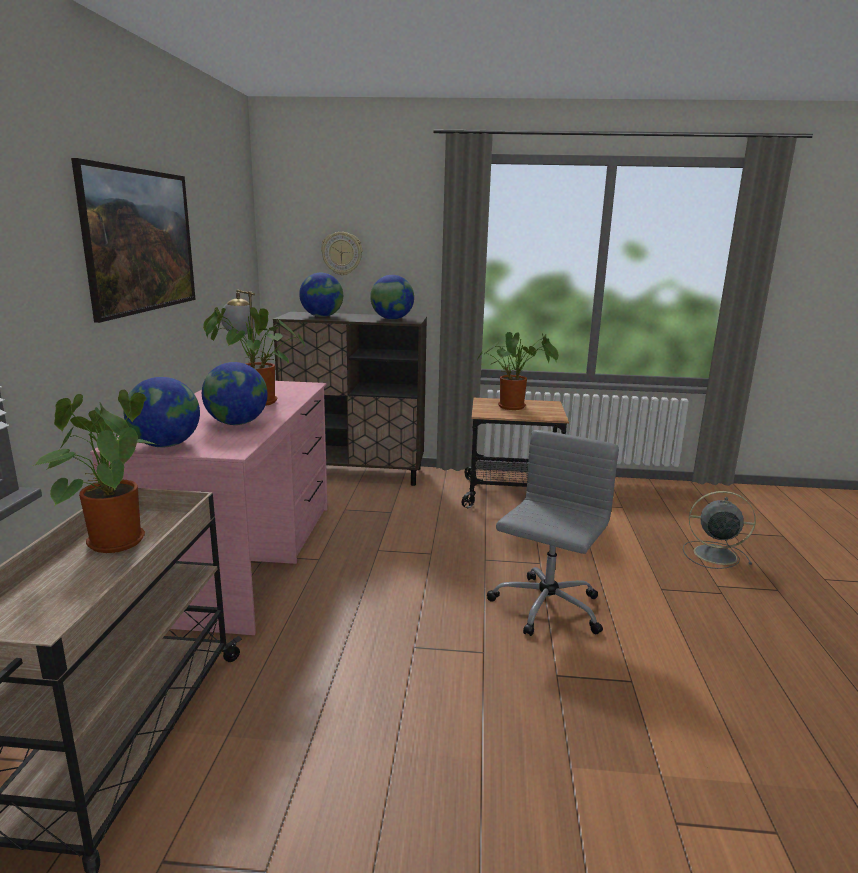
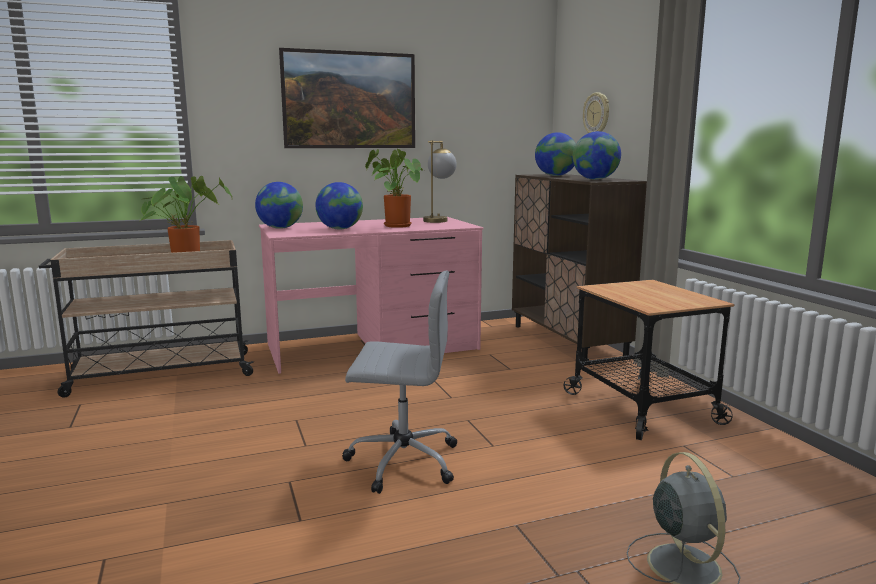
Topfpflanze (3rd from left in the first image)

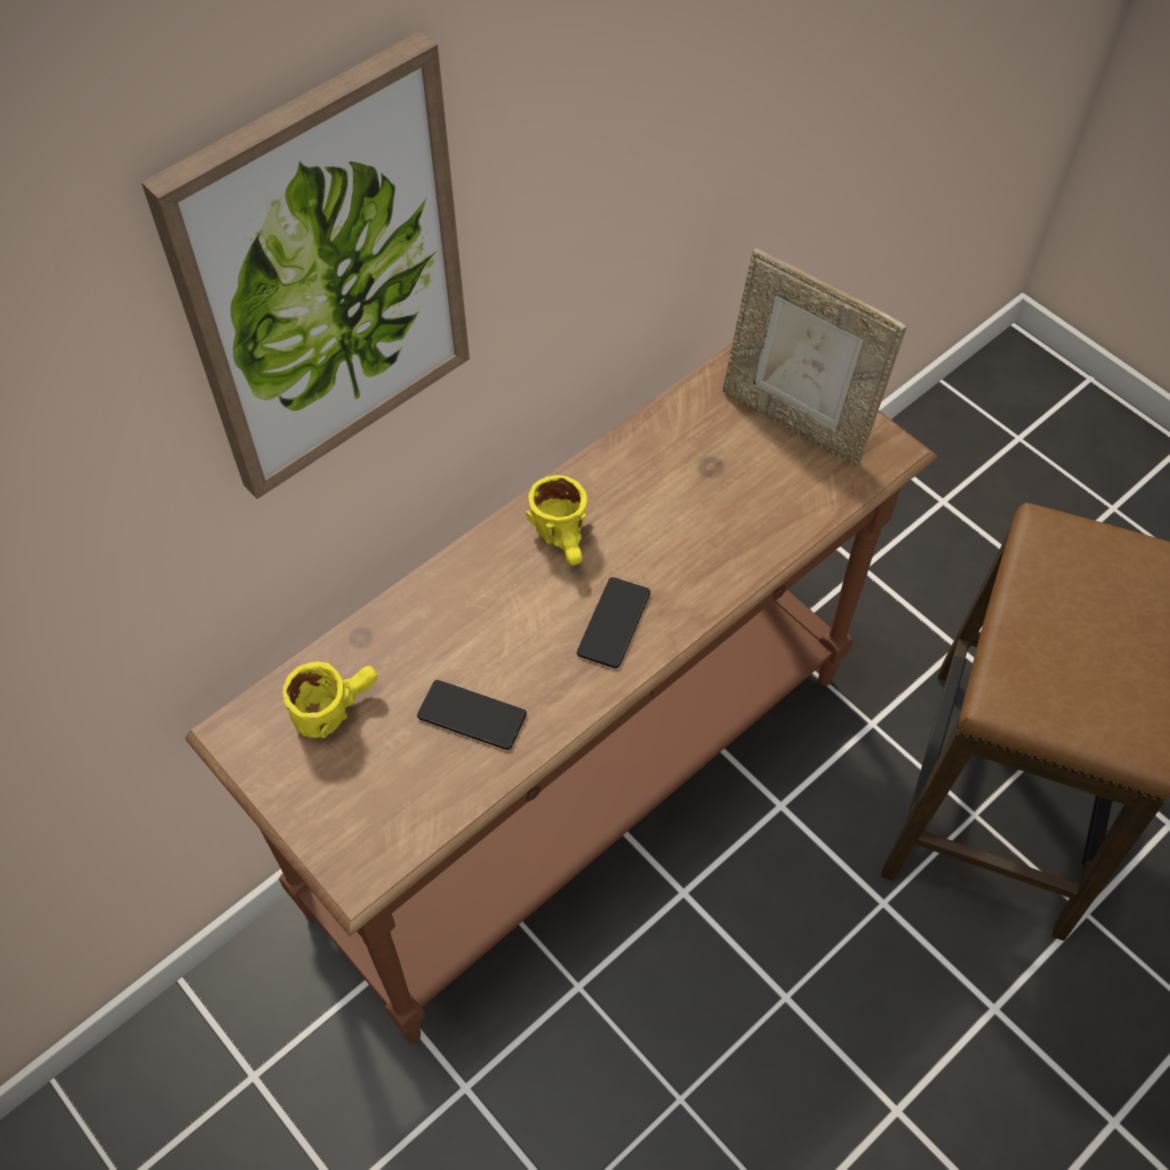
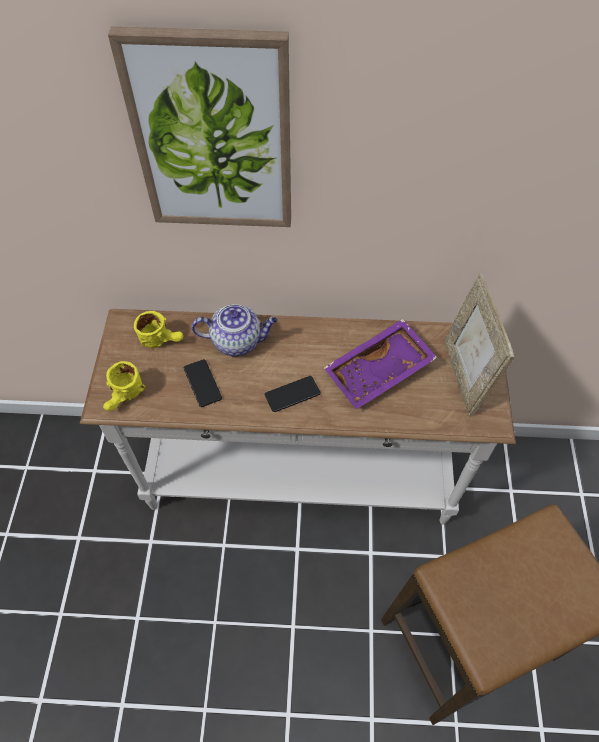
Konsolentisch [weiß]
Henkelbecher [gelb] (1st from left)
Teekanne
Tablett [lila]

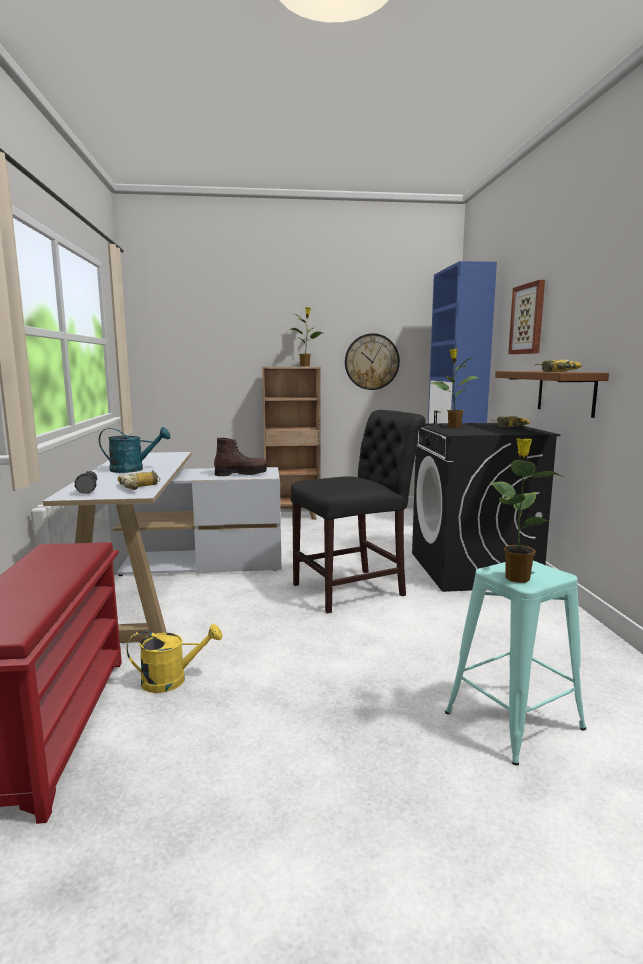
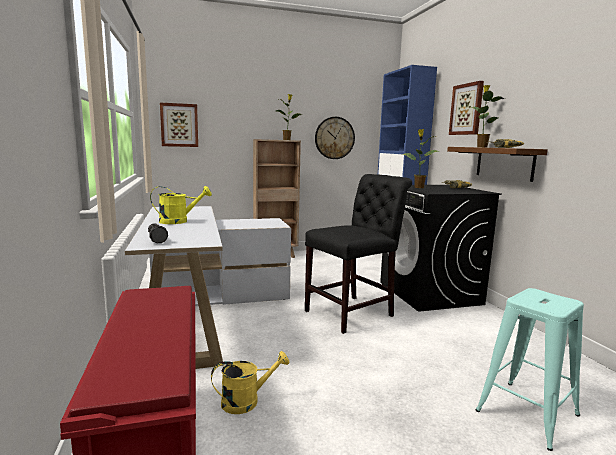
Gießkanne [gelb] (1st from left)
Stiefel [braun]
Topfpflanze (3rd from left)
Bohrmaschine (1st from left in the first image)
Bild (1st from left)

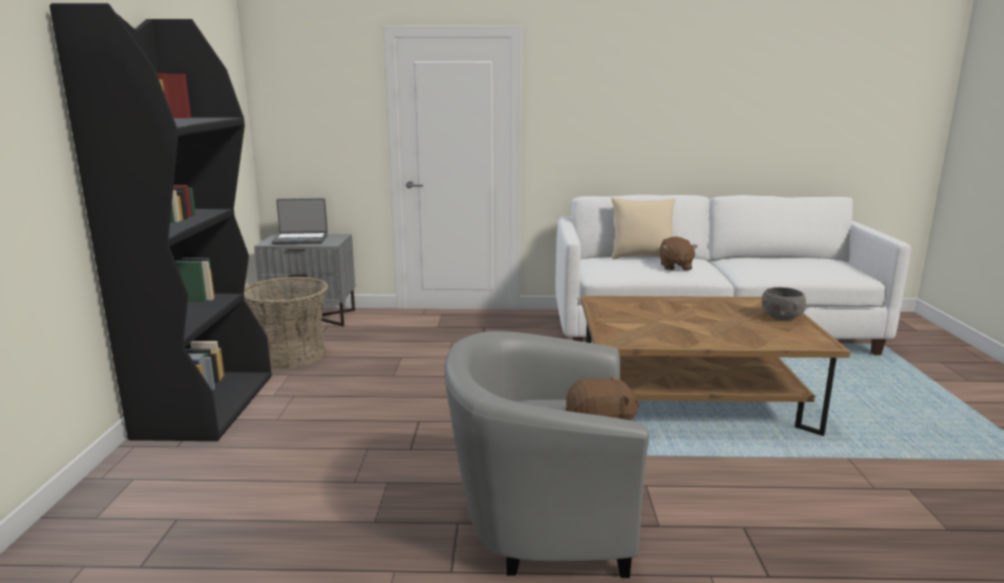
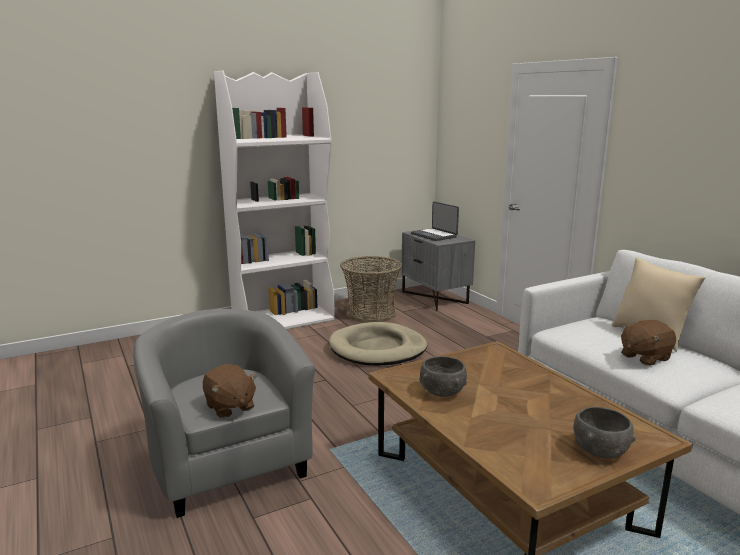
Bücherregal [weiß]
Hundebett [beige]
Schüssel [grau] (1st from left)

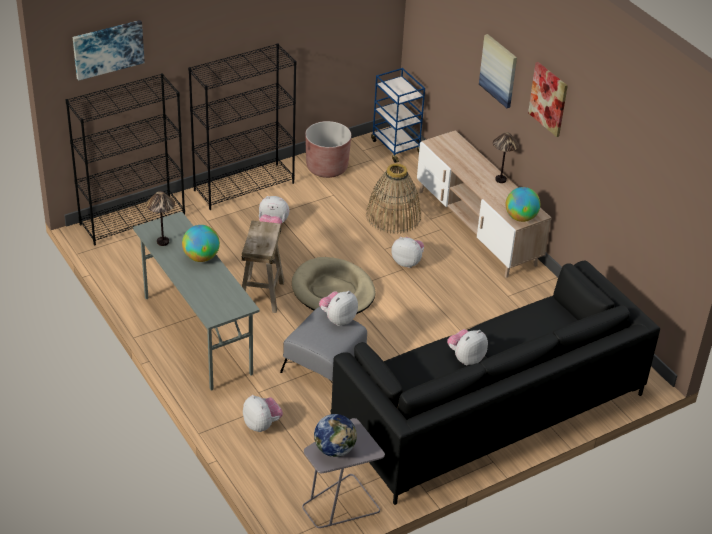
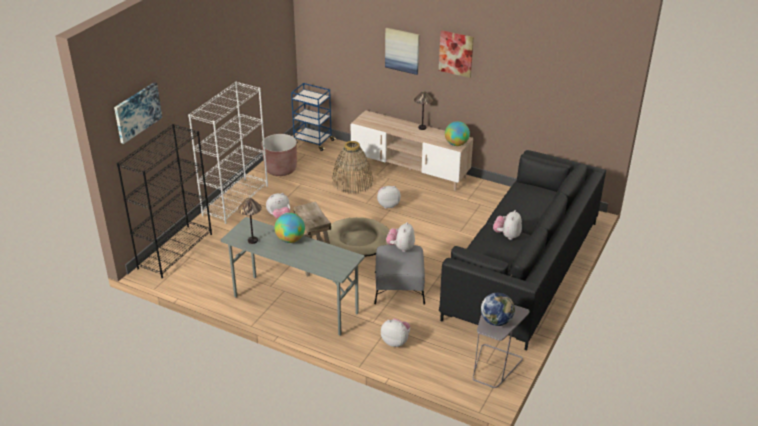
Bücherregal [weiß]

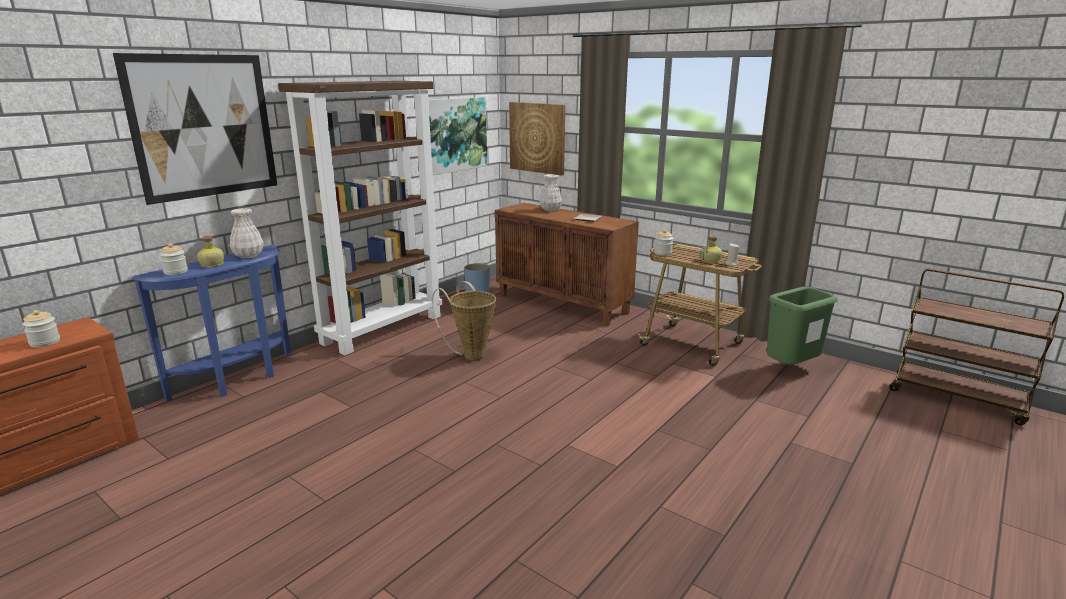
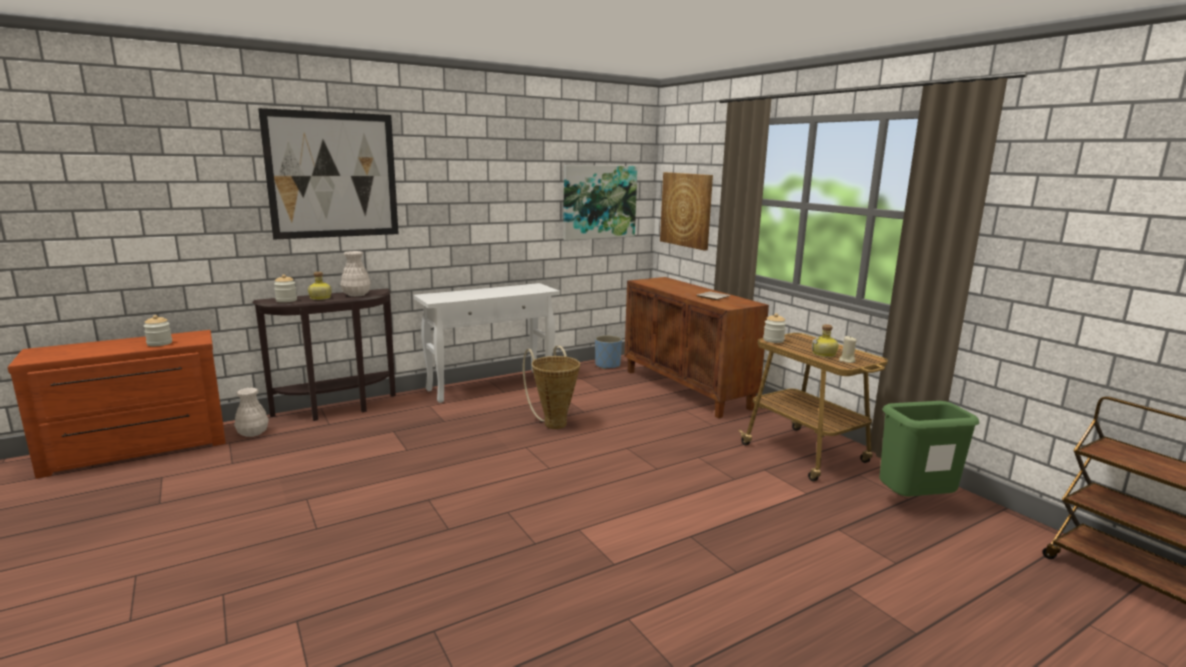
Konsolentisch [weiß]
Vase [weiß] (1st from left)
Konsolentisch [braun]

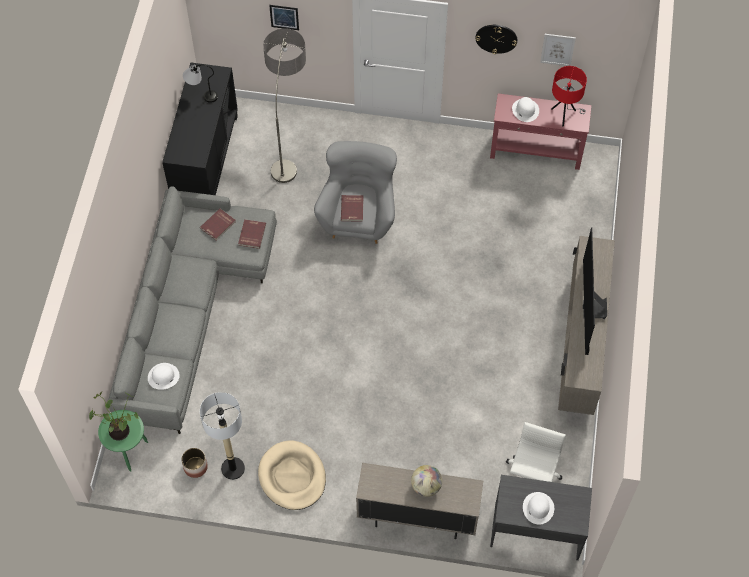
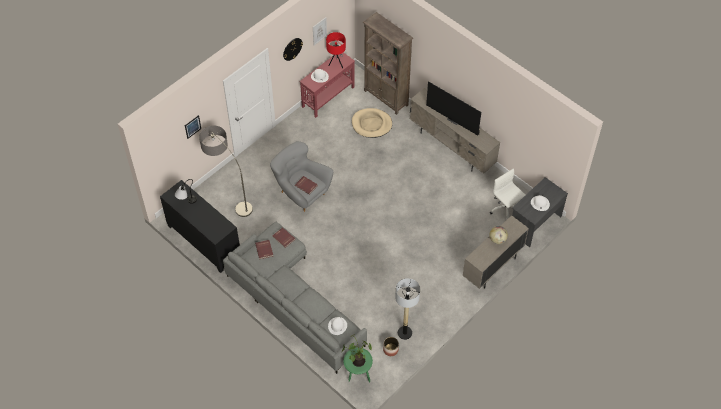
Hundebett [beige]
Bücherregal [braun]

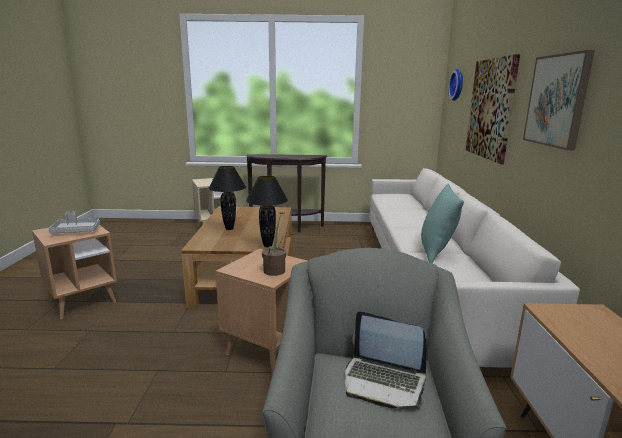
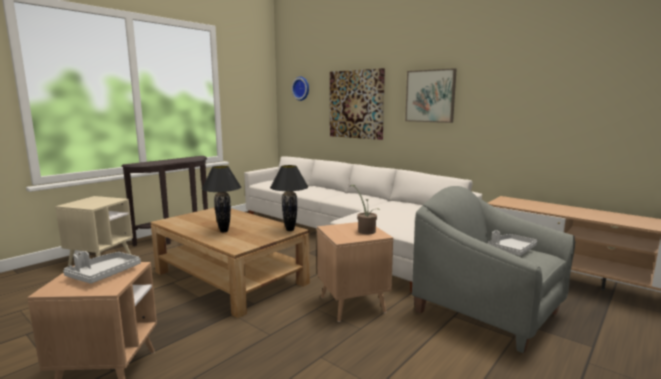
Kissen [türkis]
Tablett [grau] (2nd from left)

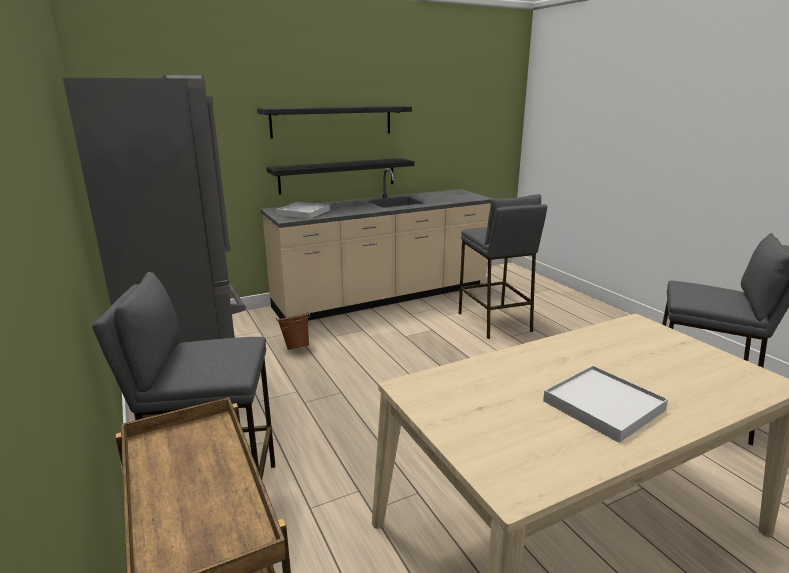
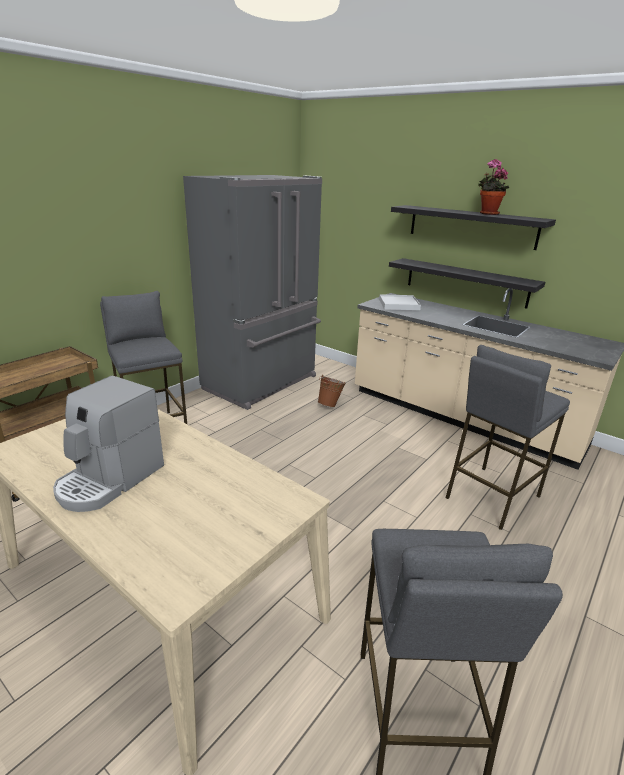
Kaffeemaschine
Topfpflanze

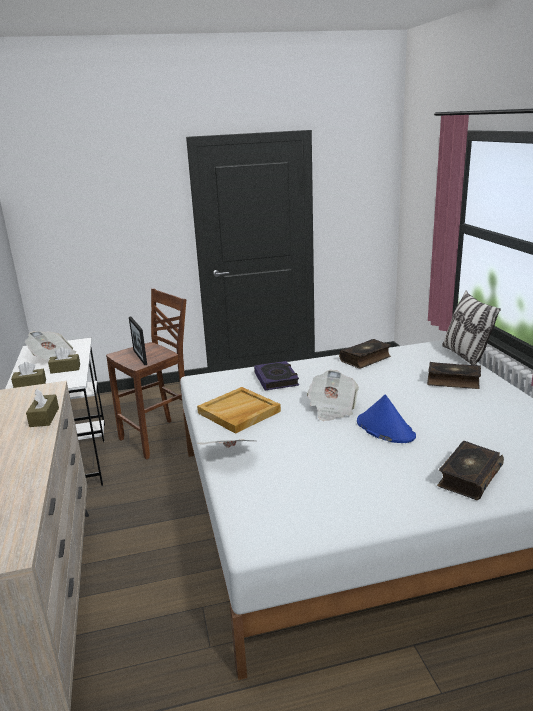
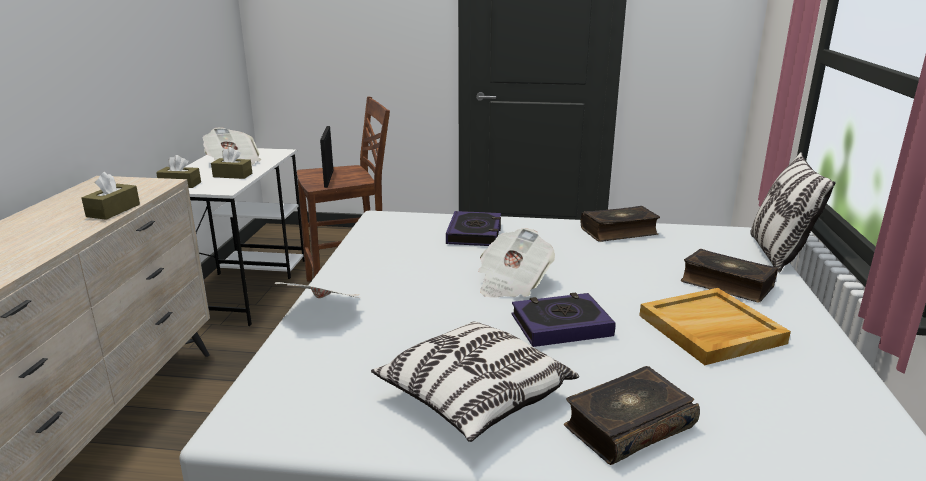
Tablett [beige]
Buch (2nd from left)
Kissen (1st from left)

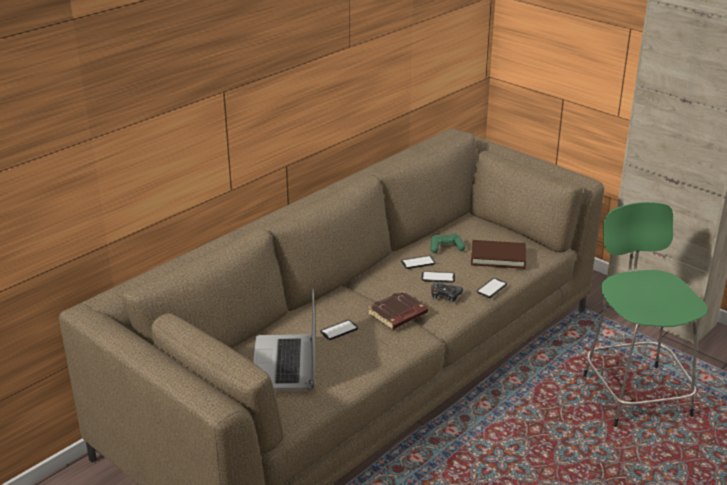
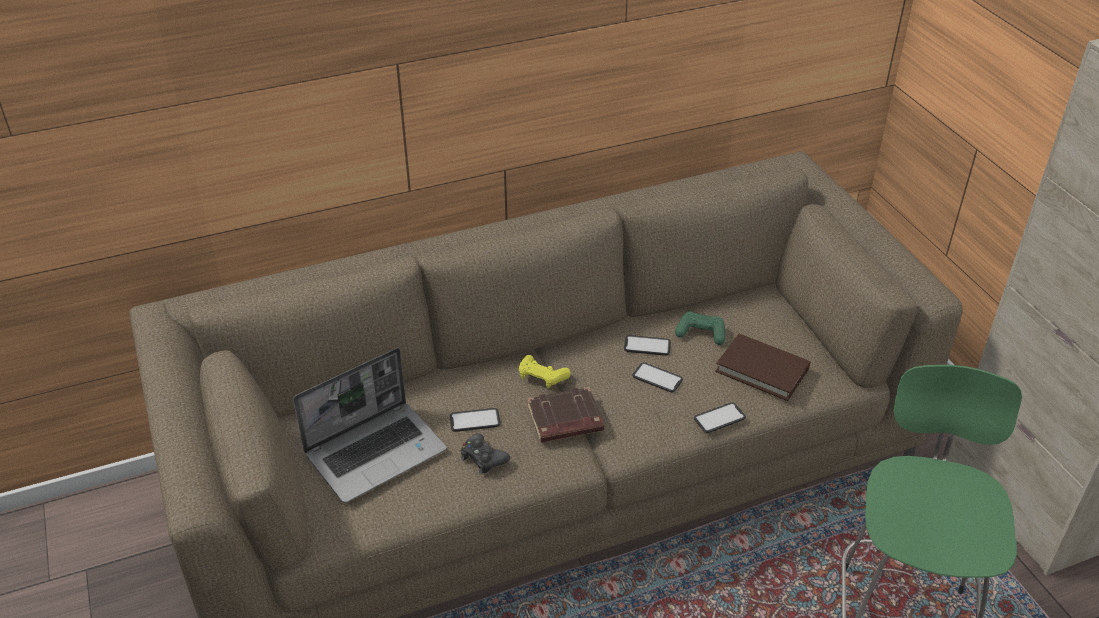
Gamepad [schwarz]
Laptop
Gamepad [gelb]

